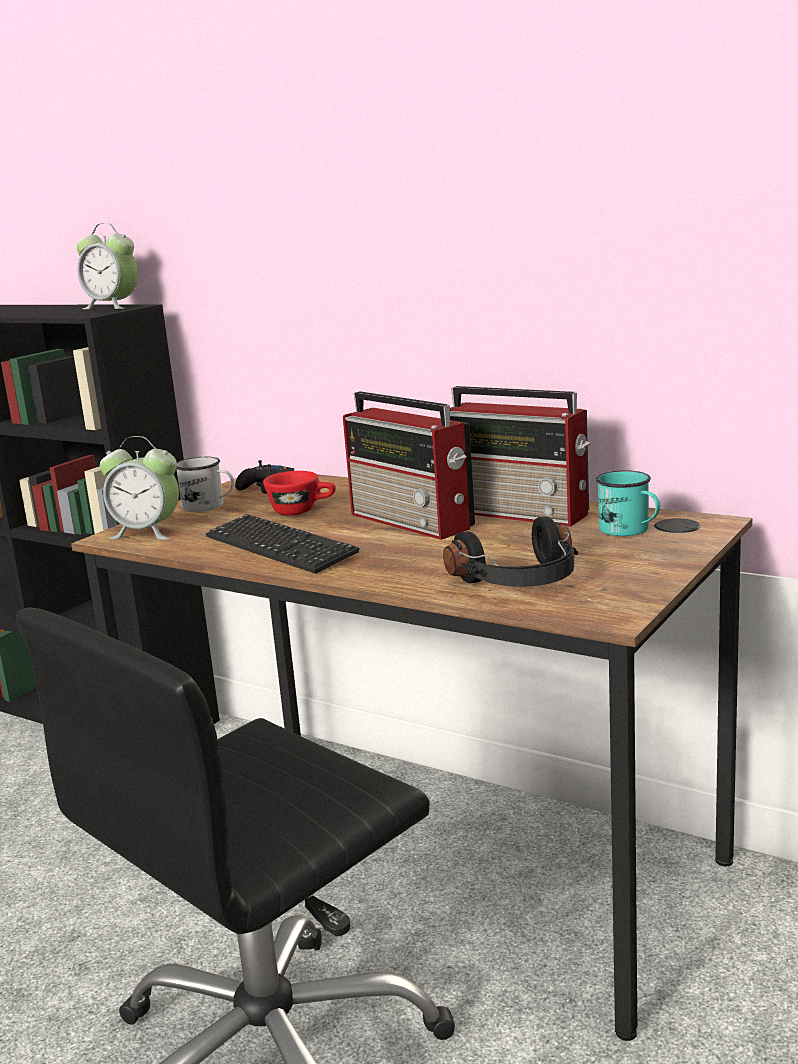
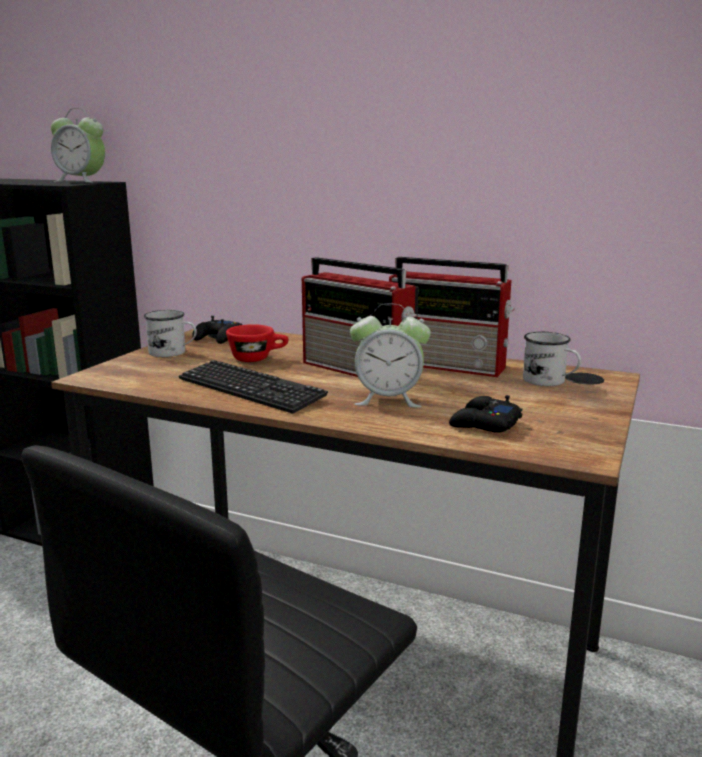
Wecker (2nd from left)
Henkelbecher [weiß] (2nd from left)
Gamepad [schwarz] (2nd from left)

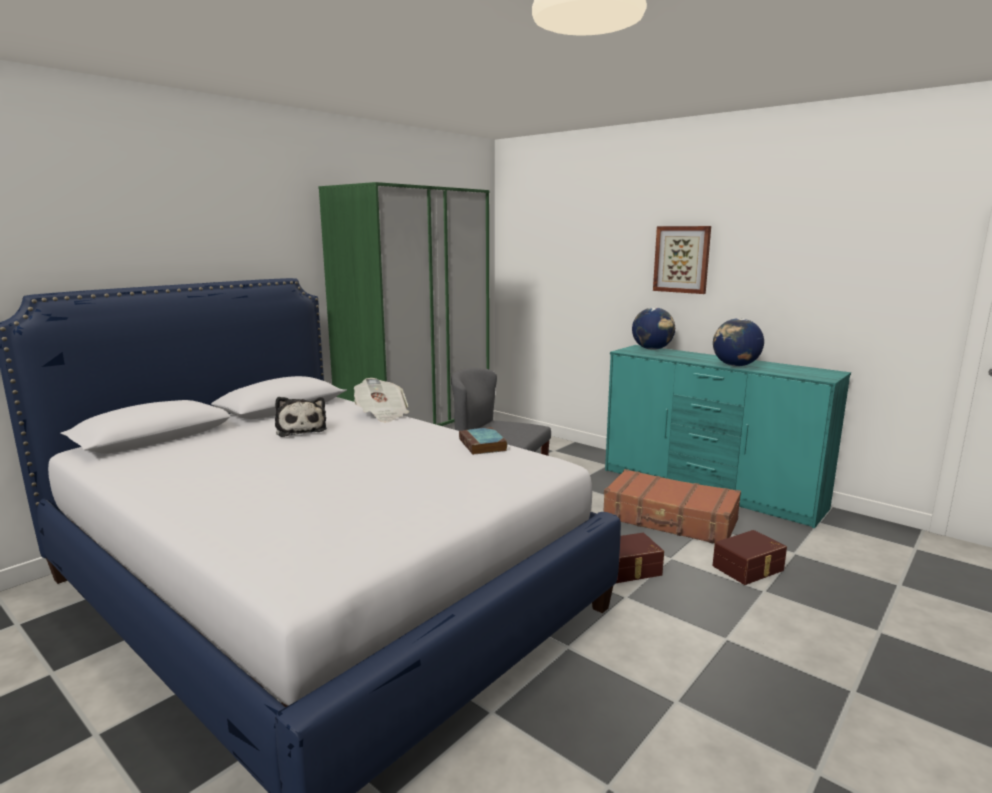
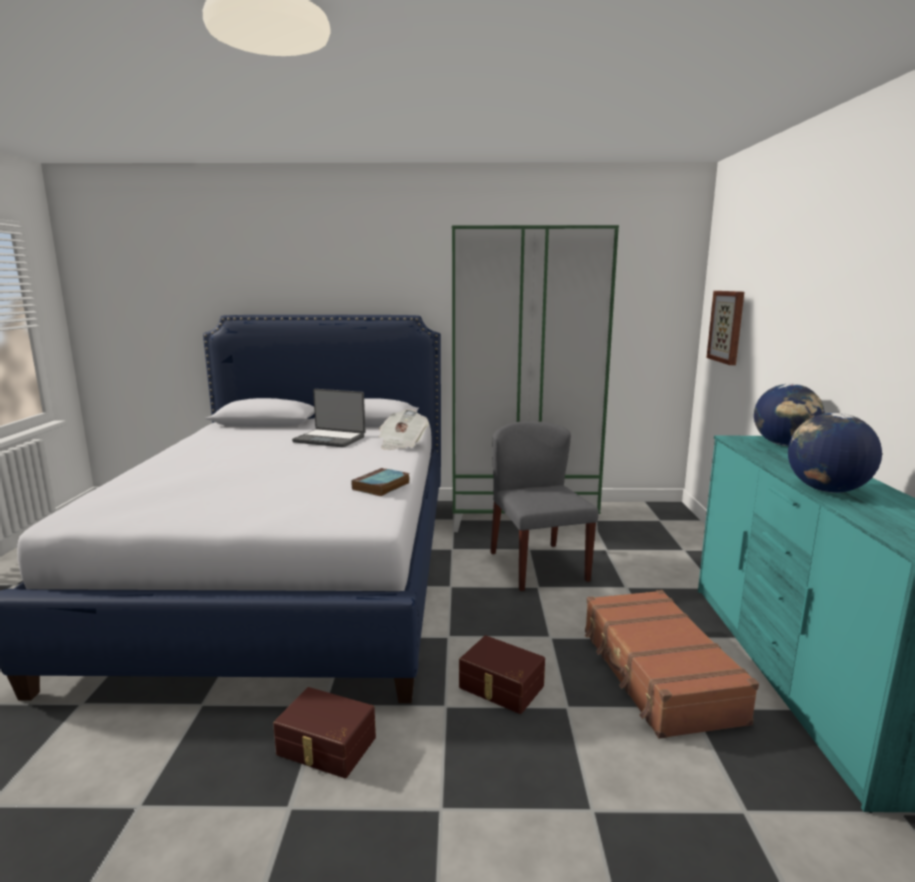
Bild
Laptop
Aufbewahrungsbox [braun] (1st from left)

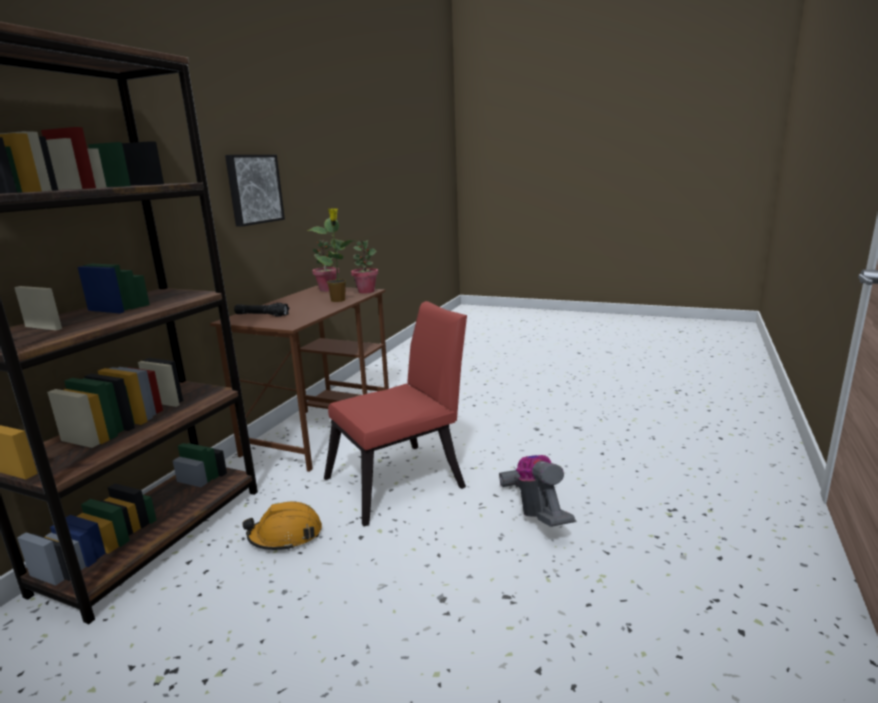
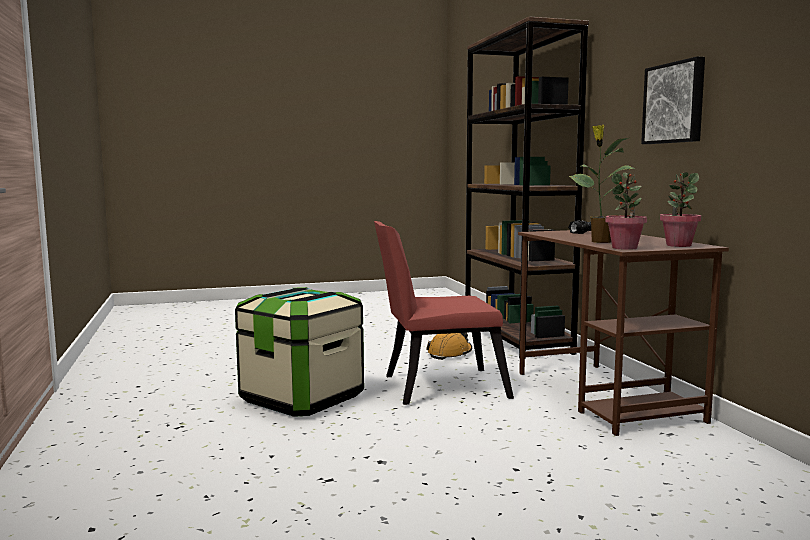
Stuhl [rot]
Aufbewahrungsbox

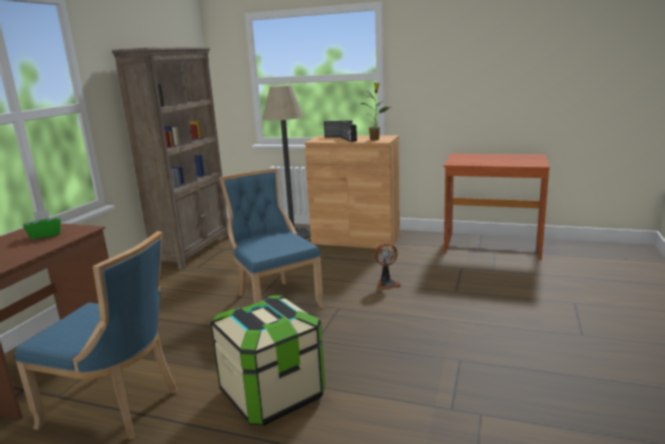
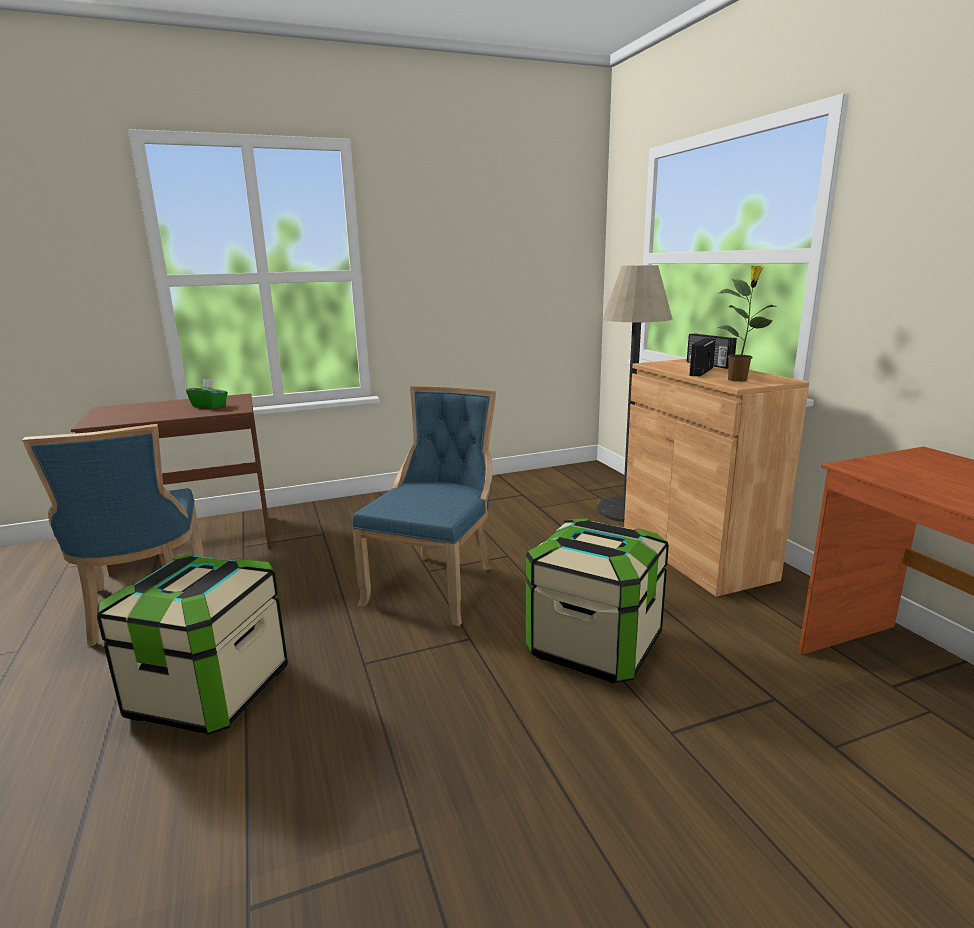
Bücherregal [braun]
Aufbewahrungsbox (2nd from left)

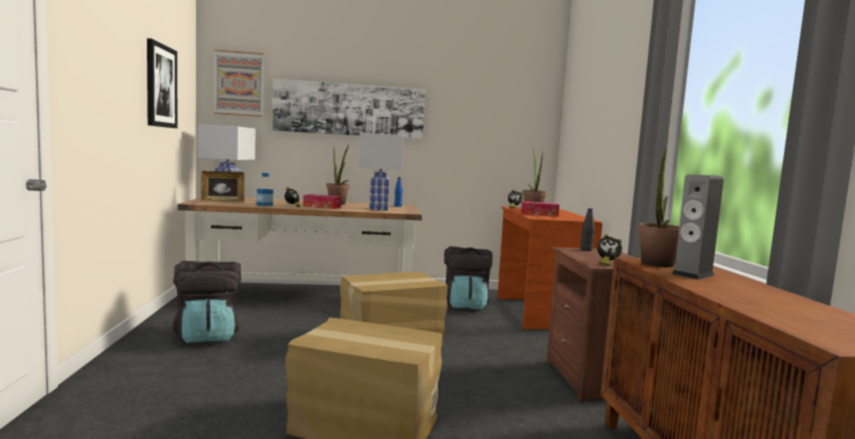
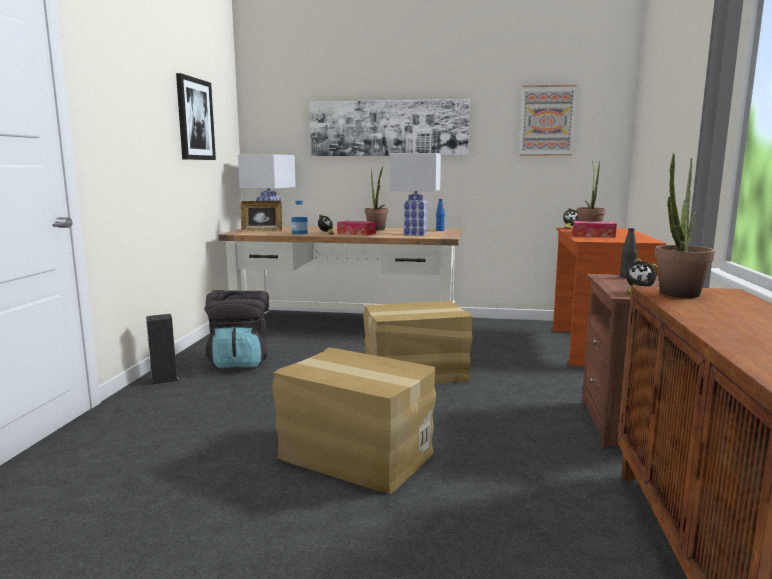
Bild (3rd from left)
Lautsprecher
Rucksack [schwarz] (2nd from left in the first image)

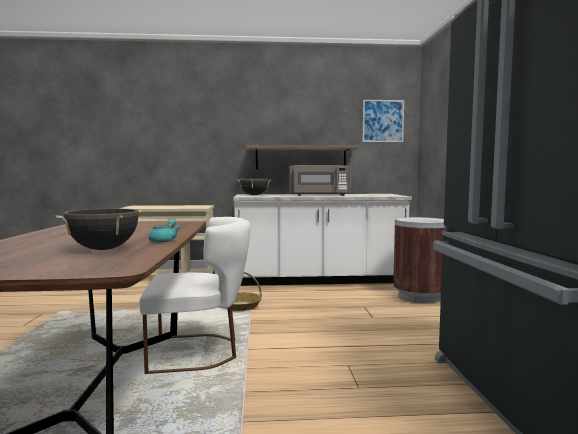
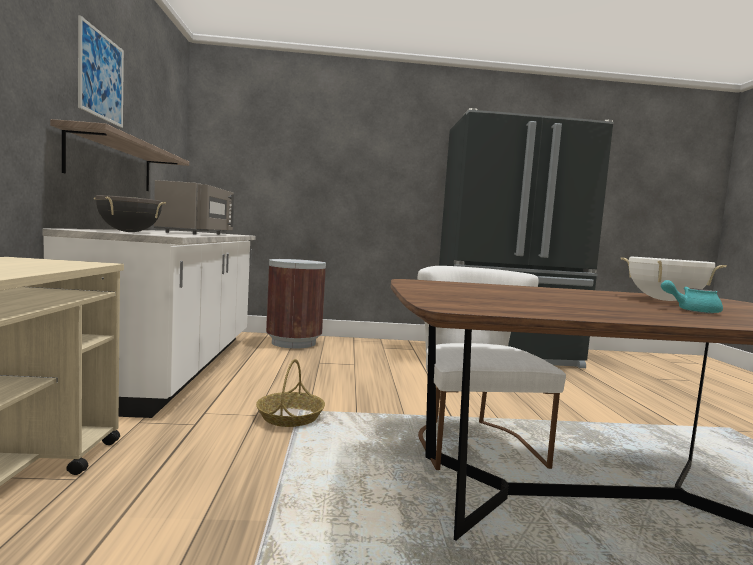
Bild
Kochtopf [weiß]
Teekanne [türkis]

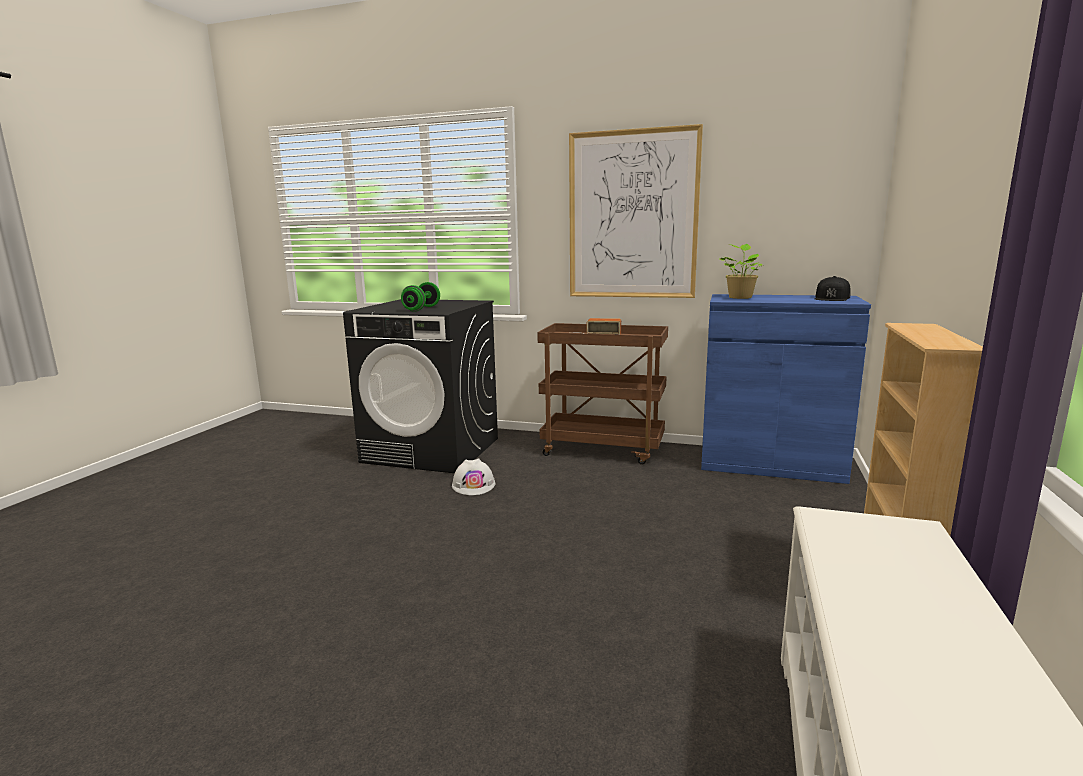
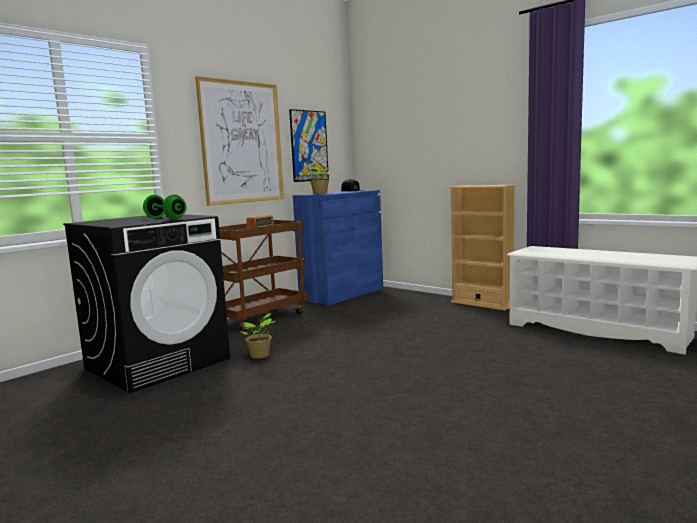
Topfpflanze (1st from left)
Bild (2nd from left)

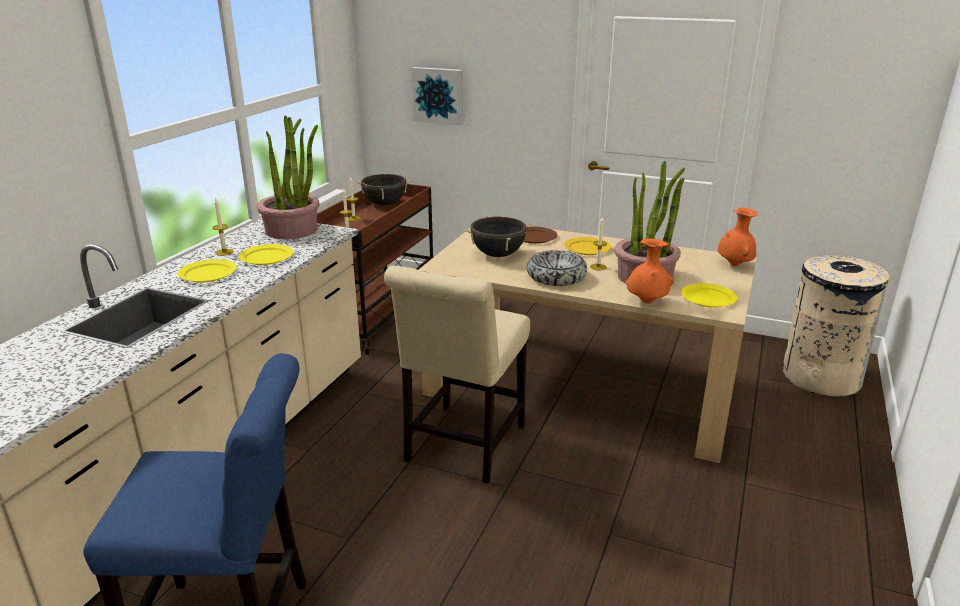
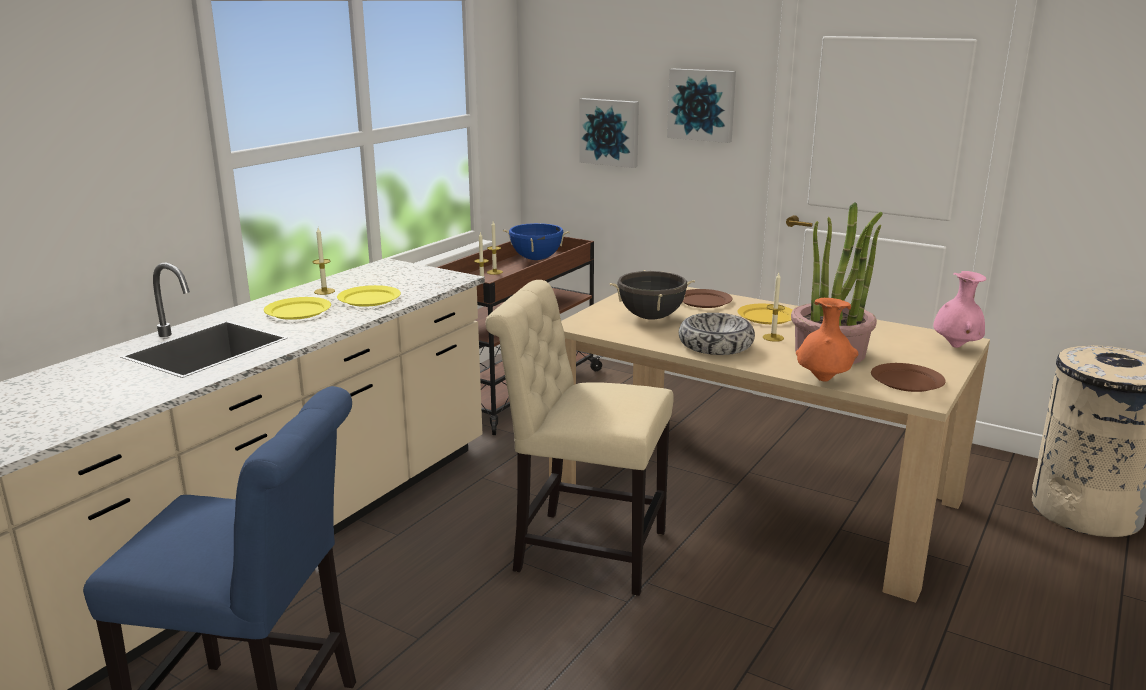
Topfpflanze (1st from left in the first image)
Kochtopf [blau]
Vase [rosa]
Stuhl [beige]
Teller [braun] (2nd from left)
Bild (2nd from left)

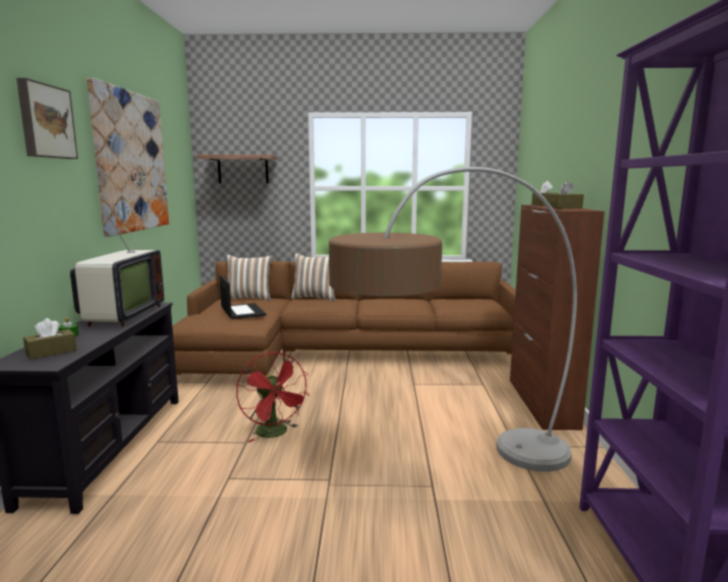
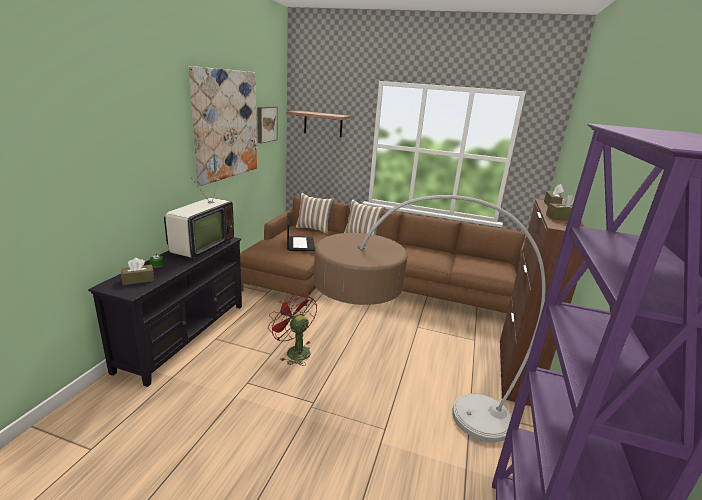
Bild (2nd from left)
Ventilator [rot]

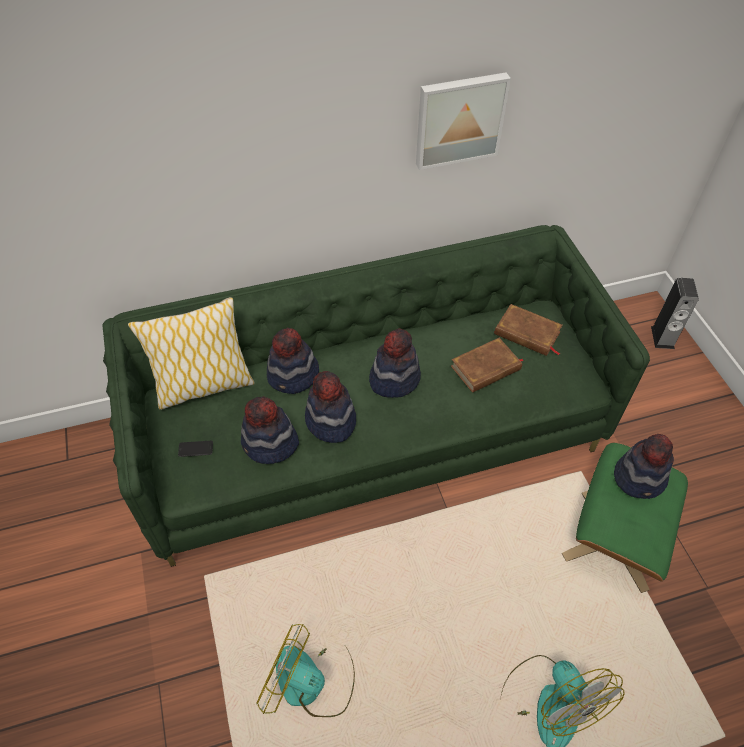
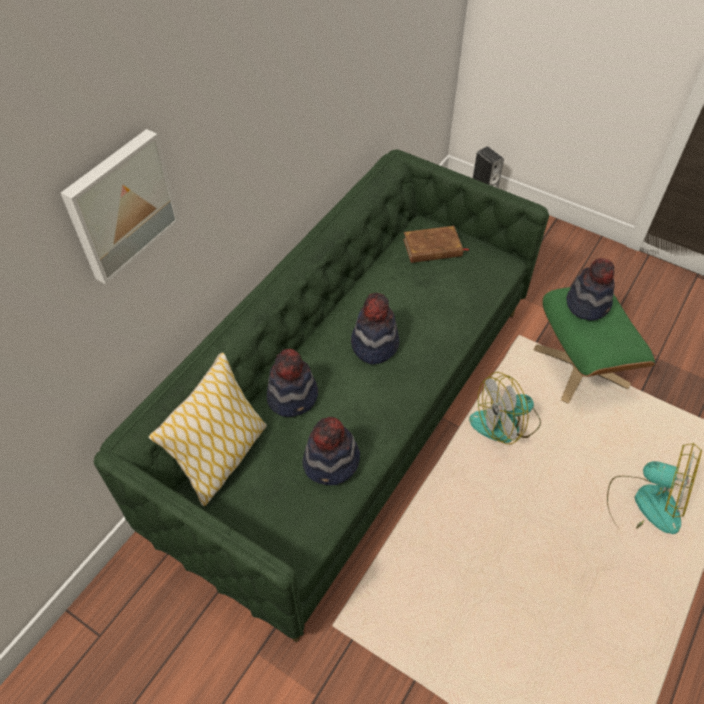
Bild
Buch [braun] (1st from left in the first image)
Hut (3rd from left in the first image)
Handy
Ventilator (1st from left)

